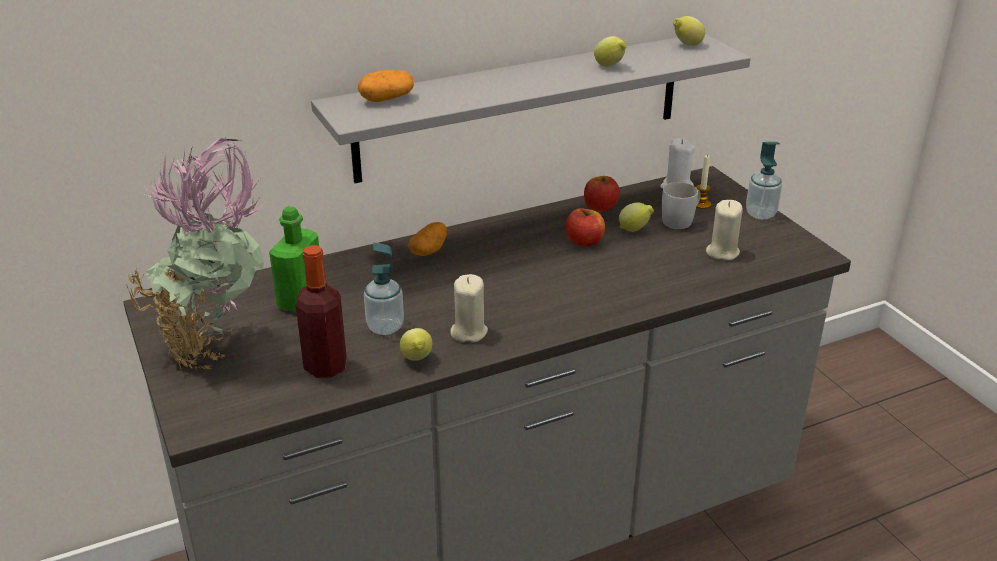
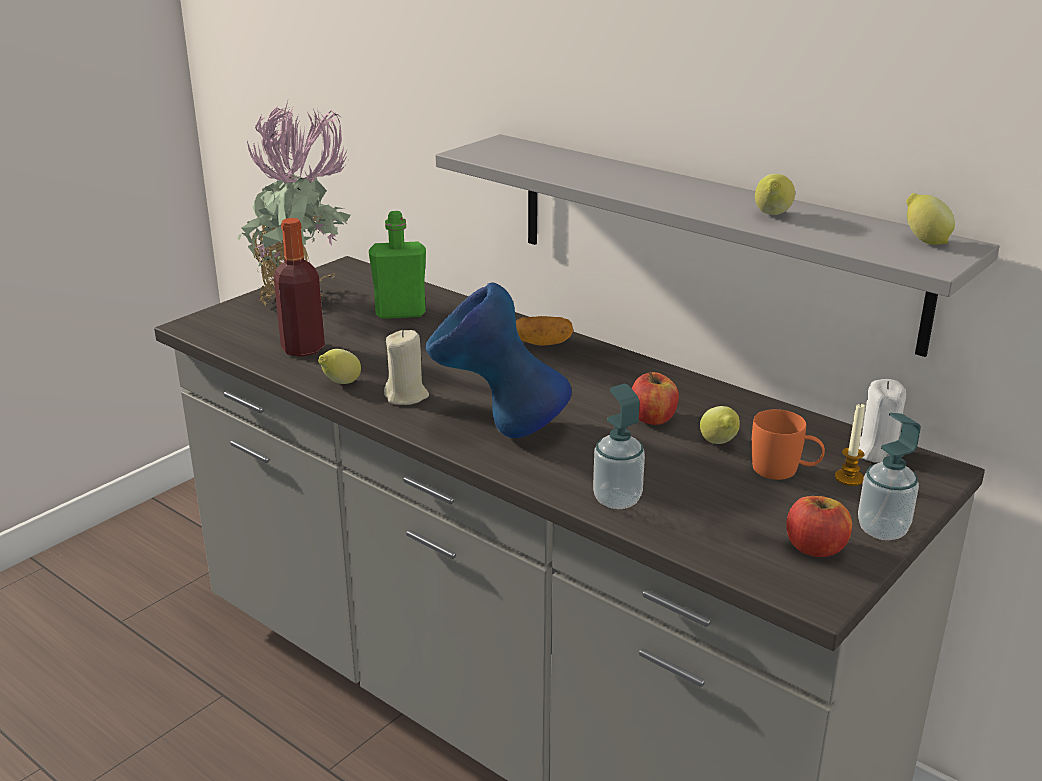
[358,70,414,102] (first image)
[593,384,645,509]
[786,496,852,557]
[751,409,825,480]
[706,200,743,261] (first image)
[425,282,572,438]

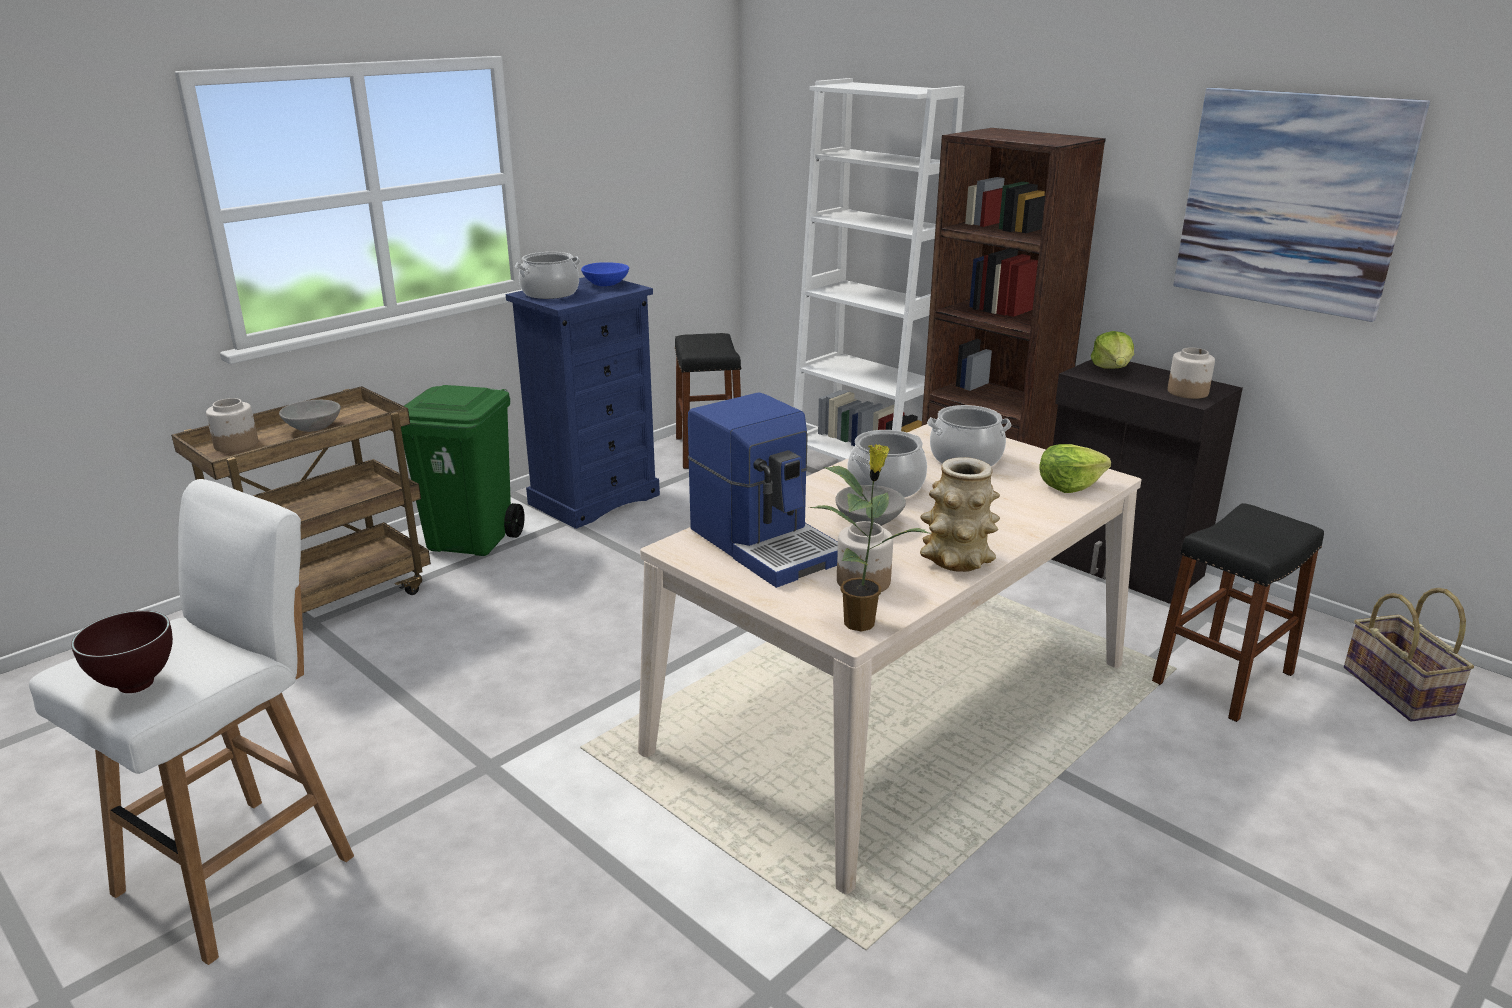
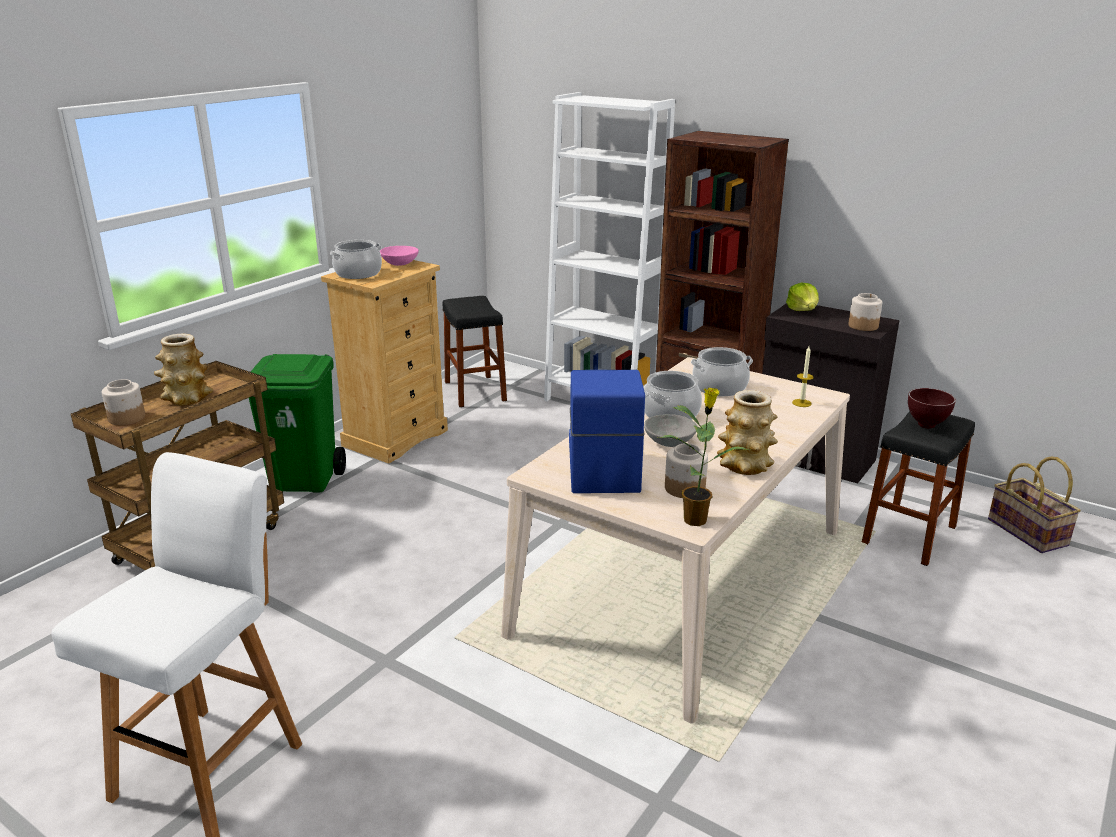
[908,388,956,428]
[154,334,213,406]
[321,257,448,464]
[380,246,419,266]
[569,370,645,493]
[792,347,814,407]
[1173,87,1430,322] (first image)

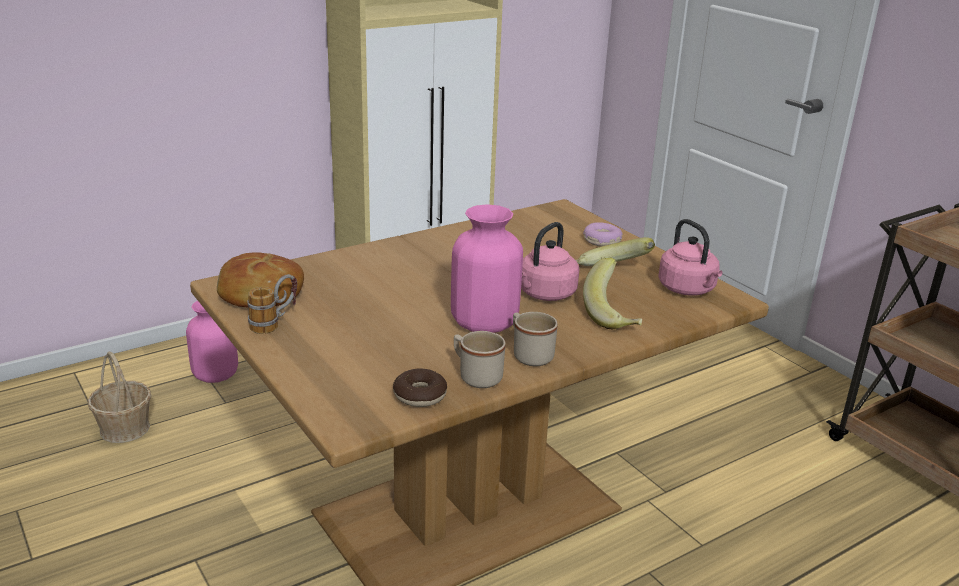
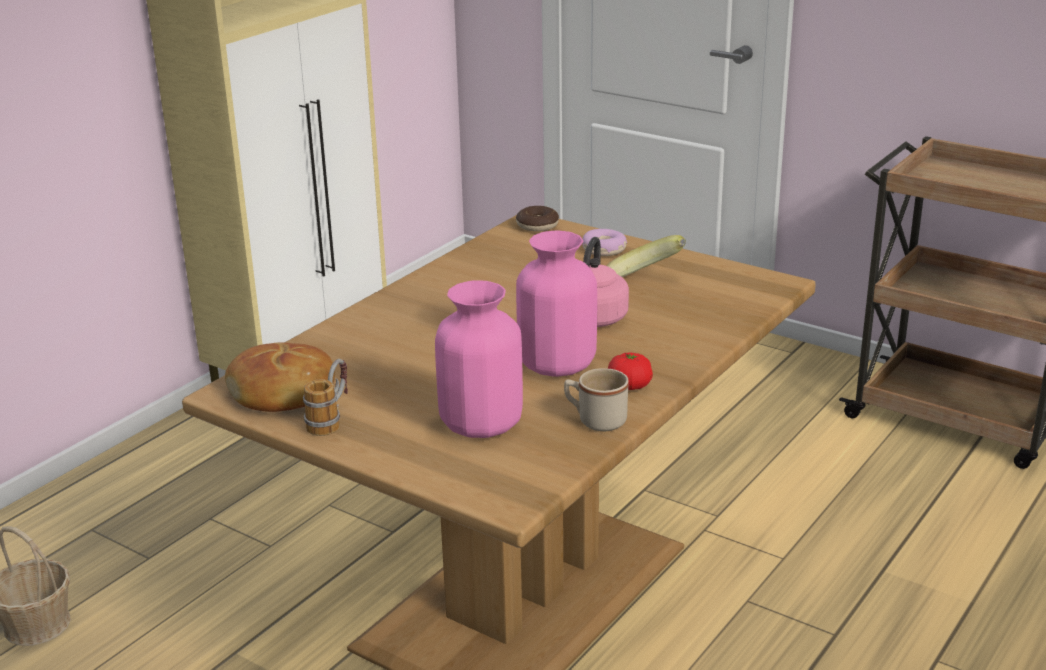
[435,281,523,438]
[516,206,559,232]
[608,353,653,390]
[583,257,642,329] (first image)
[658,219,723,296] (first image)

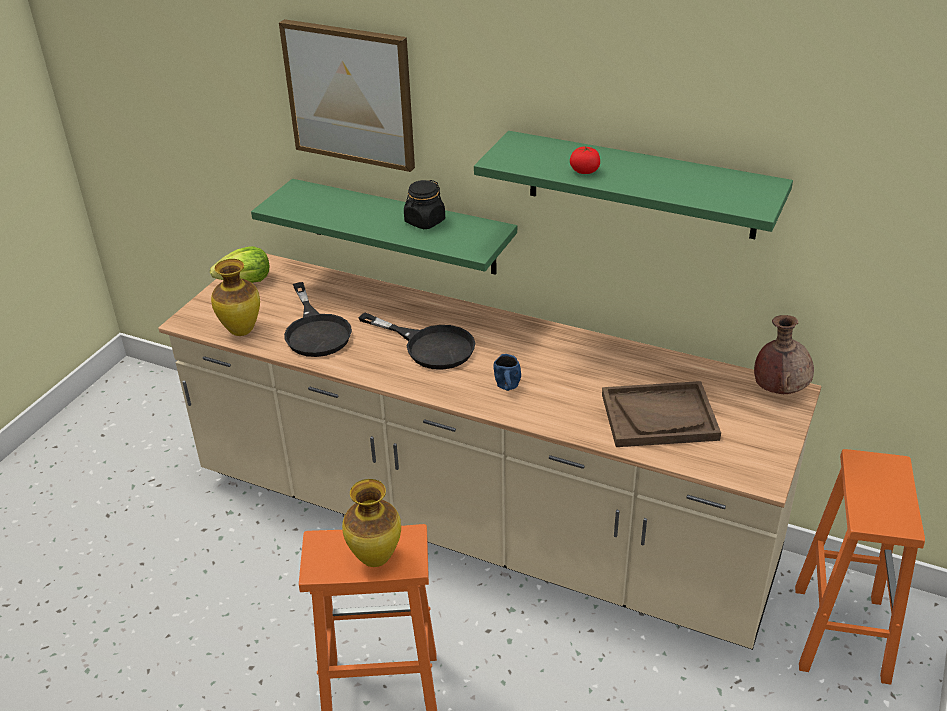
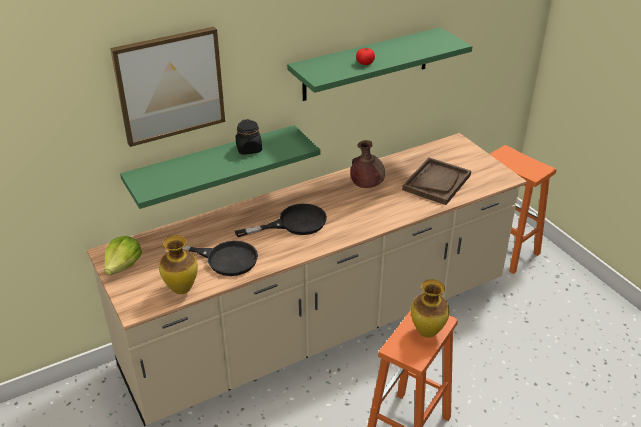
[494,354,521,391] (first image)
[351,140,385,188]

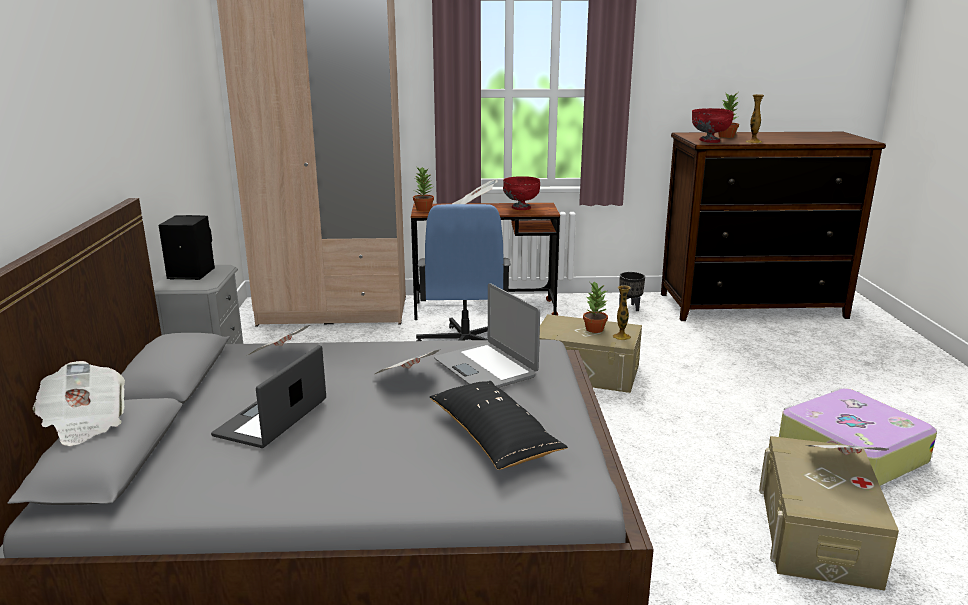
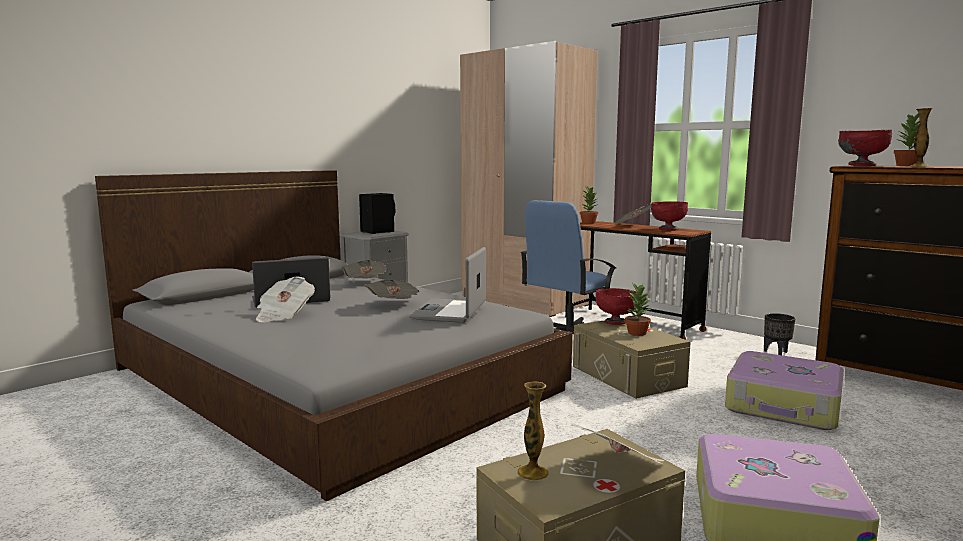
[256,277,315,322]
[429,381,568,470] (first image)
[517,382,549,480]
[596,288,636,325]
[725,351,844,430]

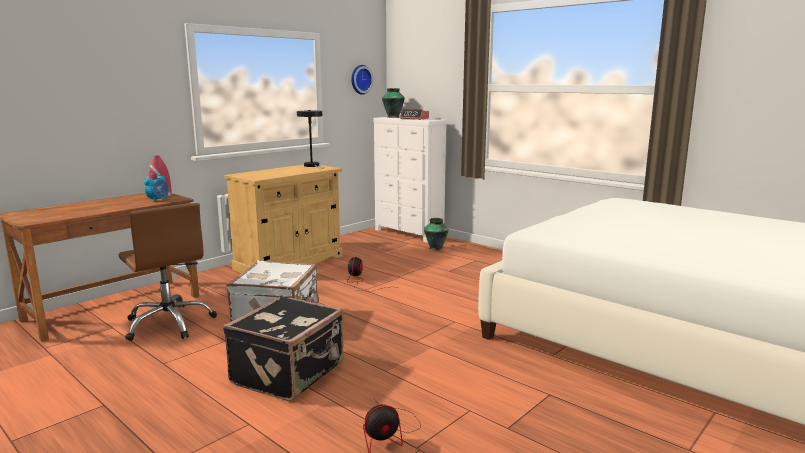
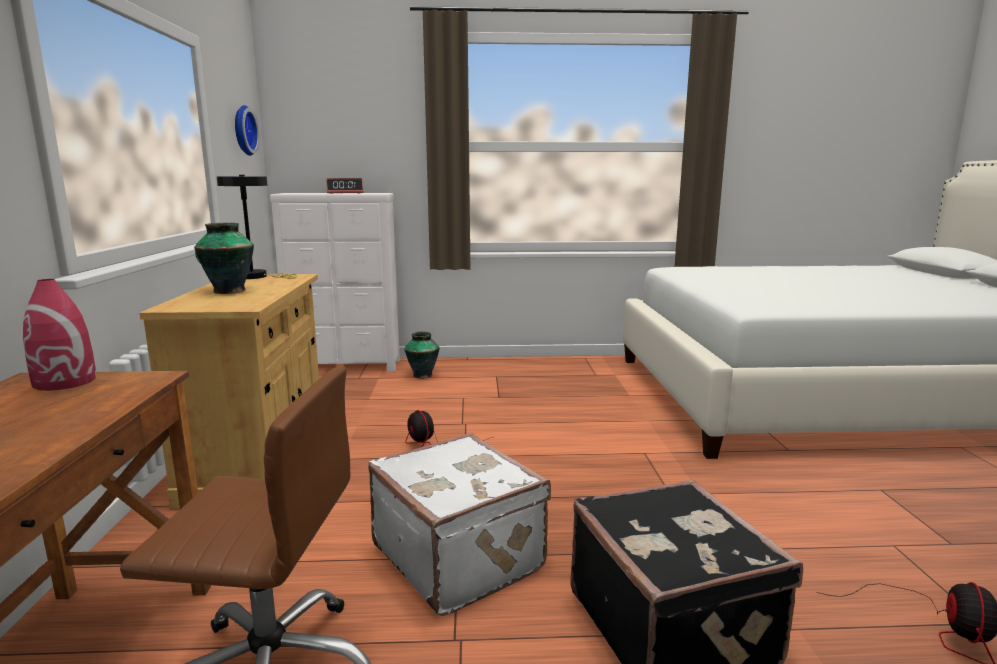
[144,173,168,202] (first image)
[194,223,254,294]

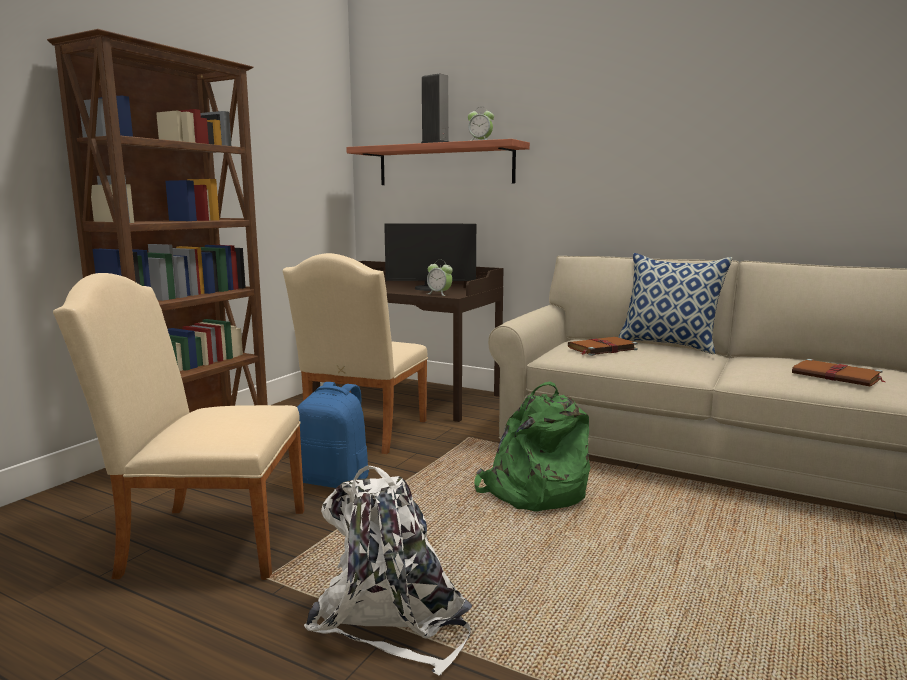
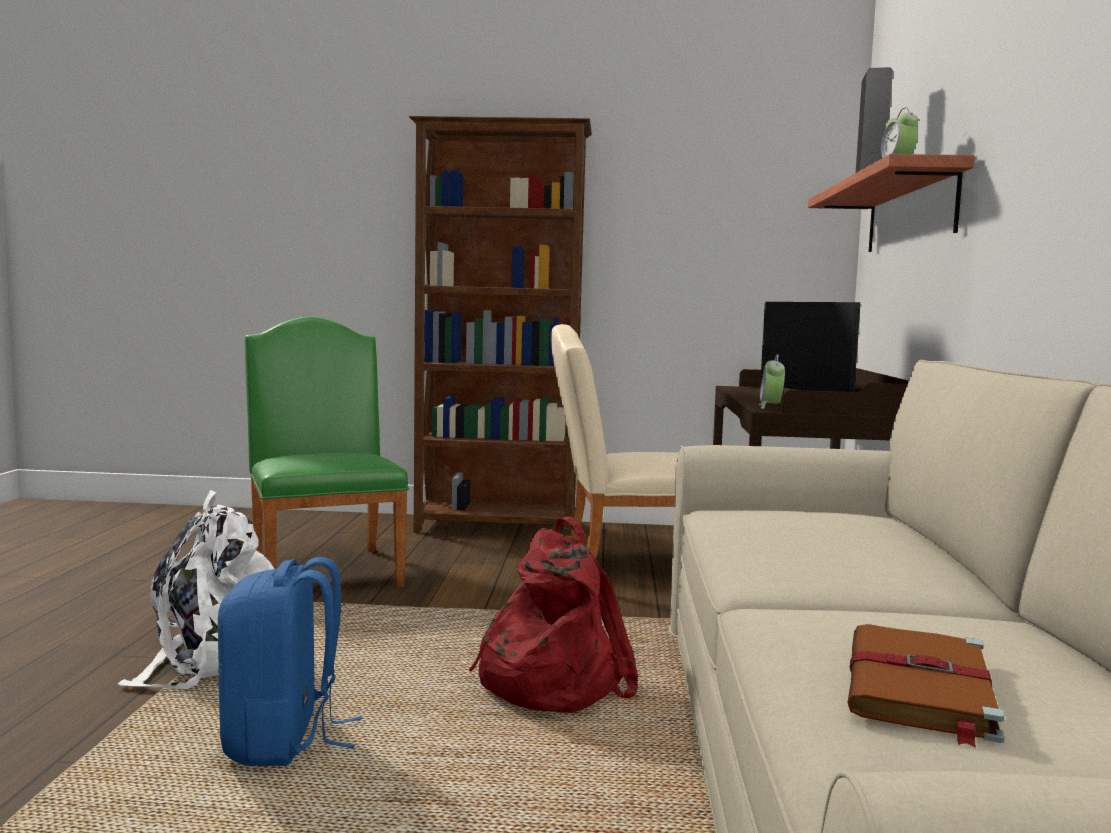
[244,317,409,588]
[218,557,362,766]
[469,517,639,713]
[568,337,638,356] (first image)
[619,253,732,354] (first image)

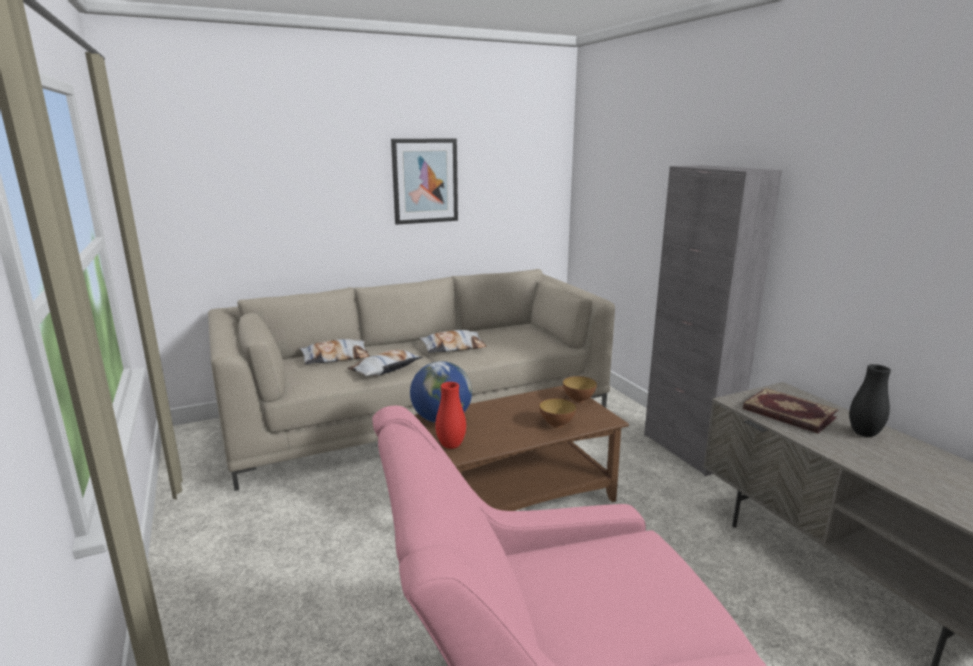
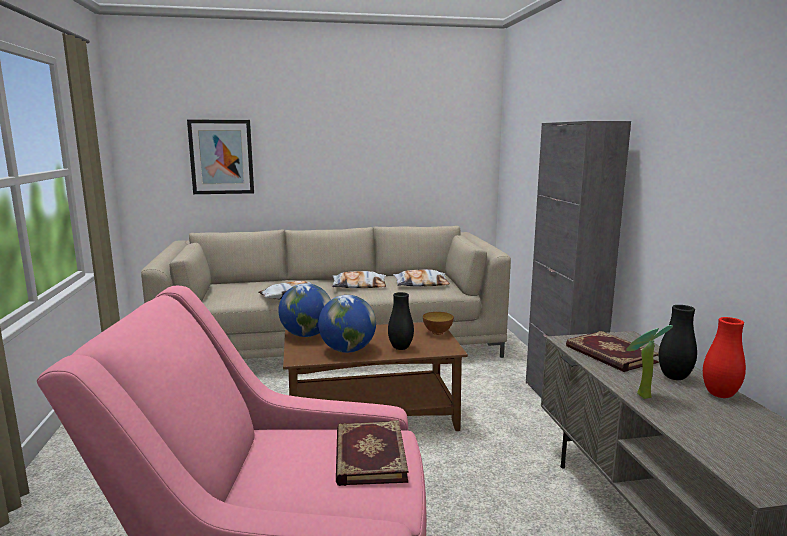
[393,269,450,286]
[187,120,254,194]
[703,317,746,398]
[388,292,414,350]
[318,295,376,353]
[336,420,408,486]
[626,325,673,399]

